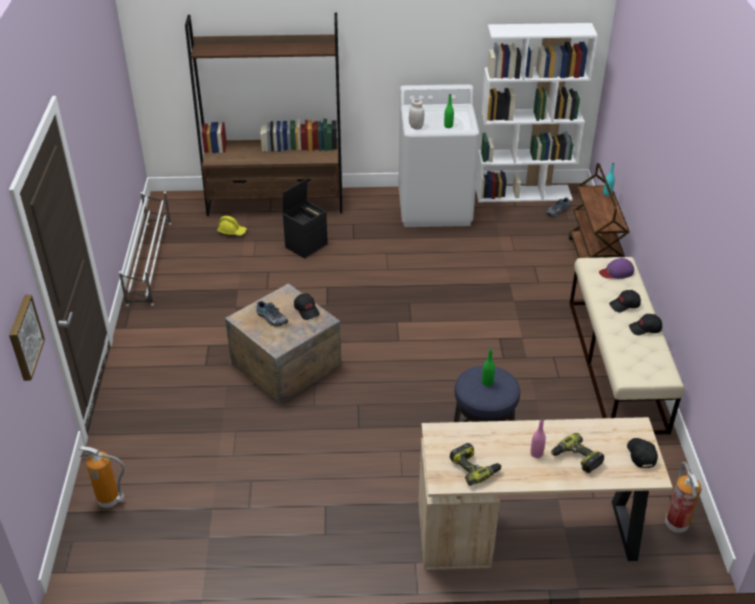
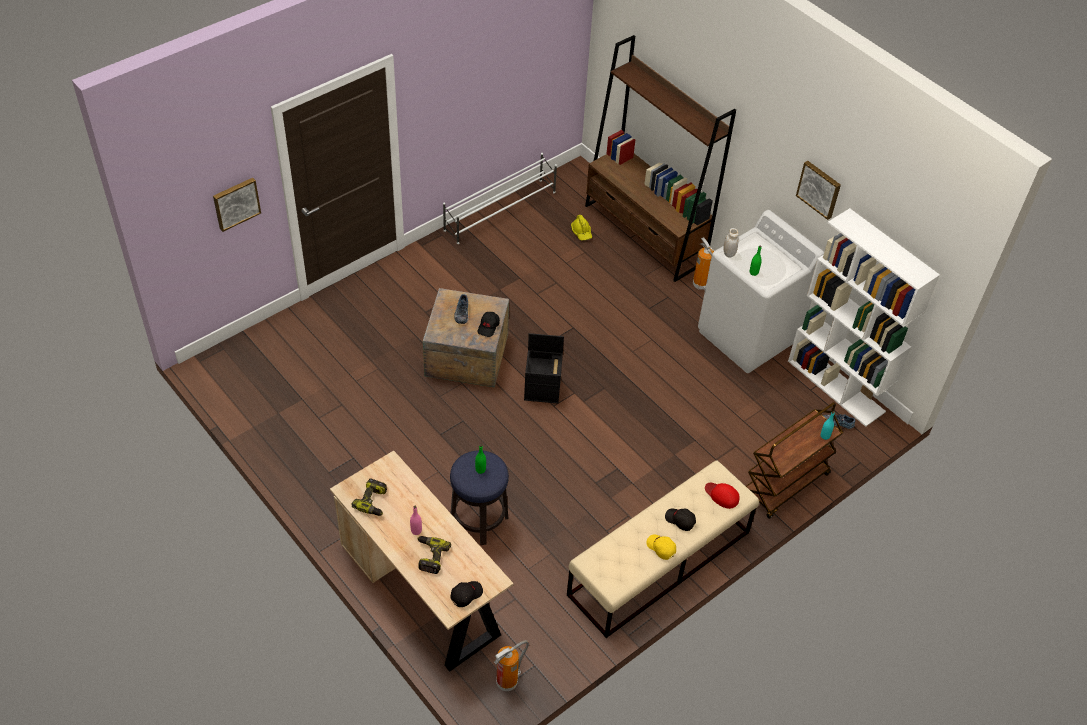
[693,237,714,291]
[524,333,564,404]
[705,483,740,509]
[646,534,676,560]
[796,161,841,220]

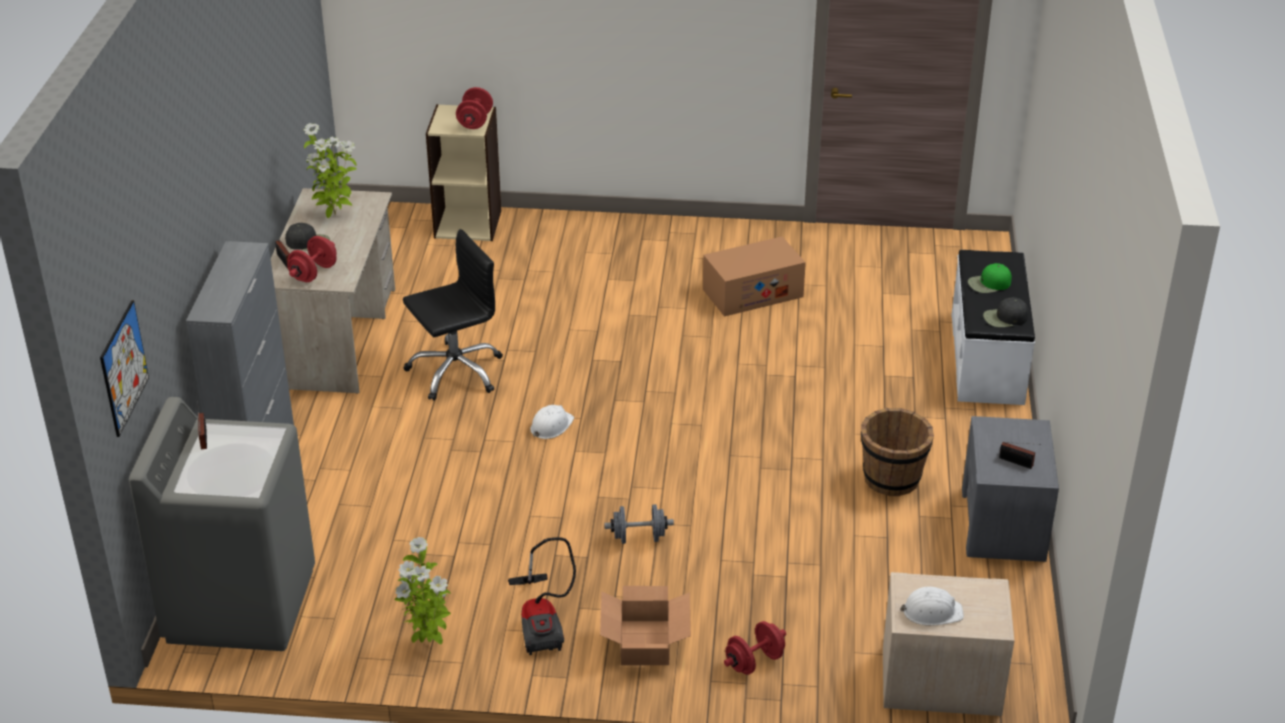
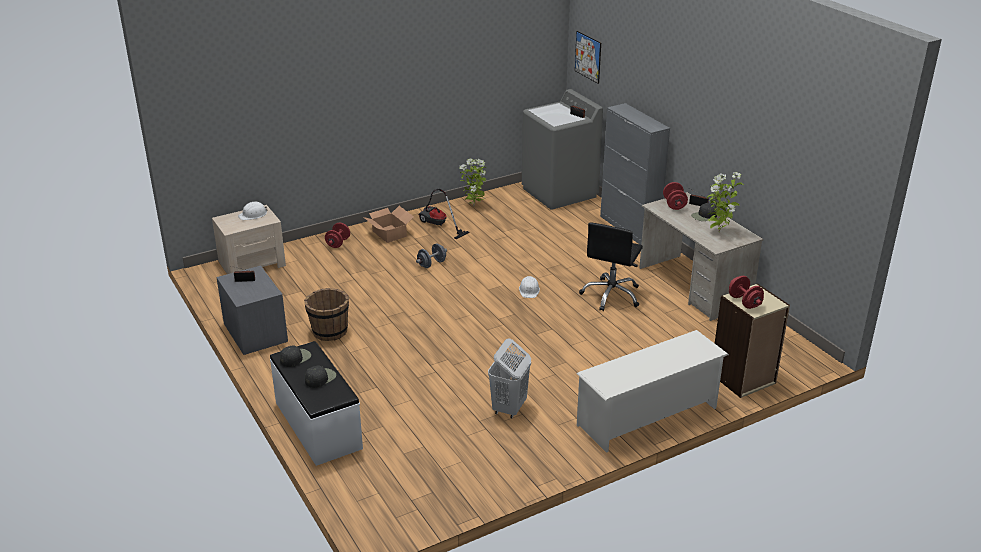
[488,339,531,419]
[305,366,336,388]
[576,330,729,453]

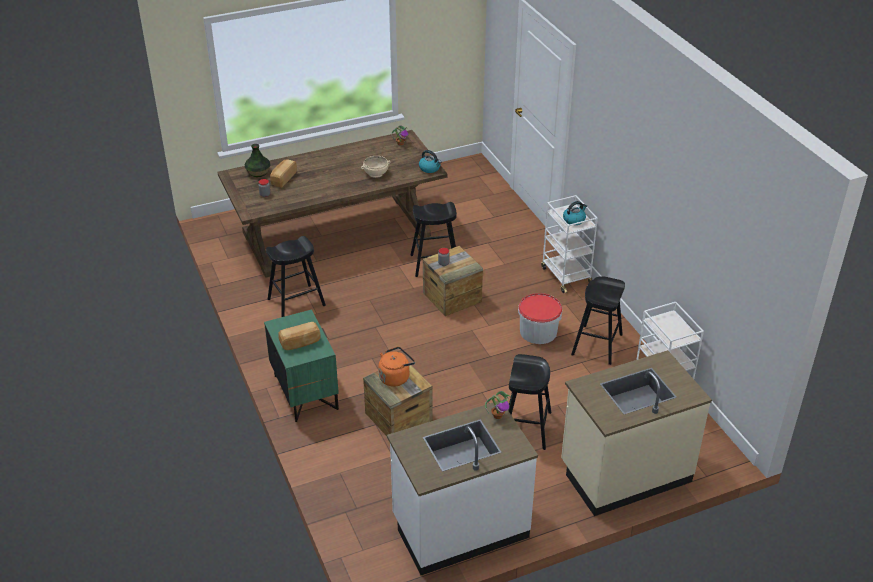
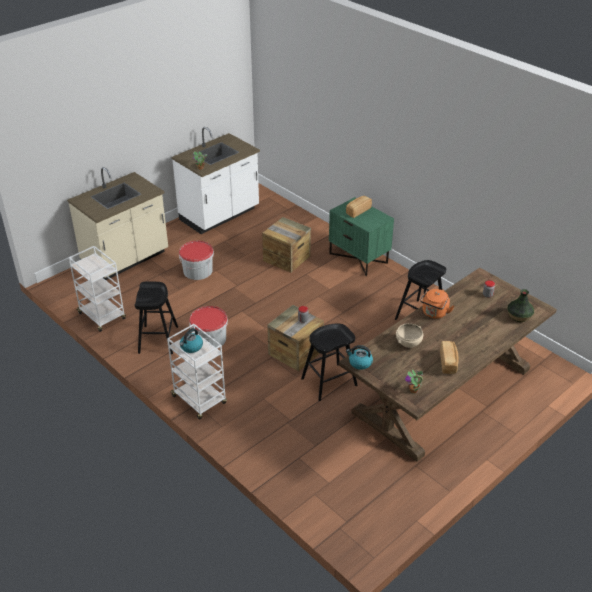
[440,341,458,374]
[420,289,454,319]
[179,241,214,280]

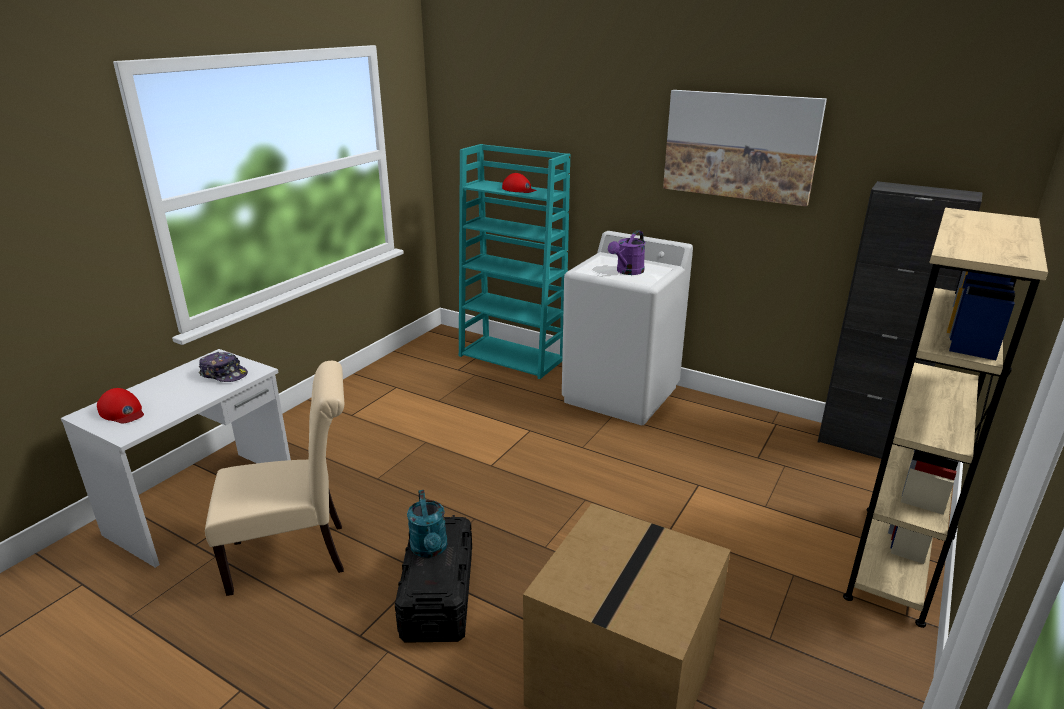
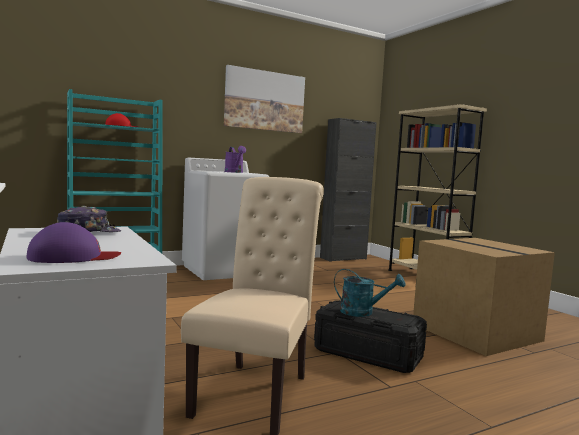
[26,222,121,263]

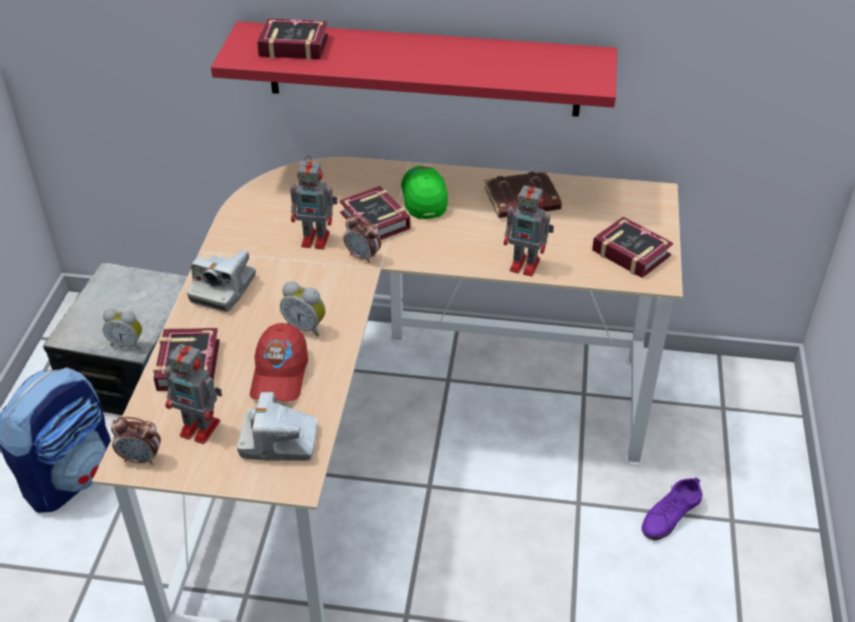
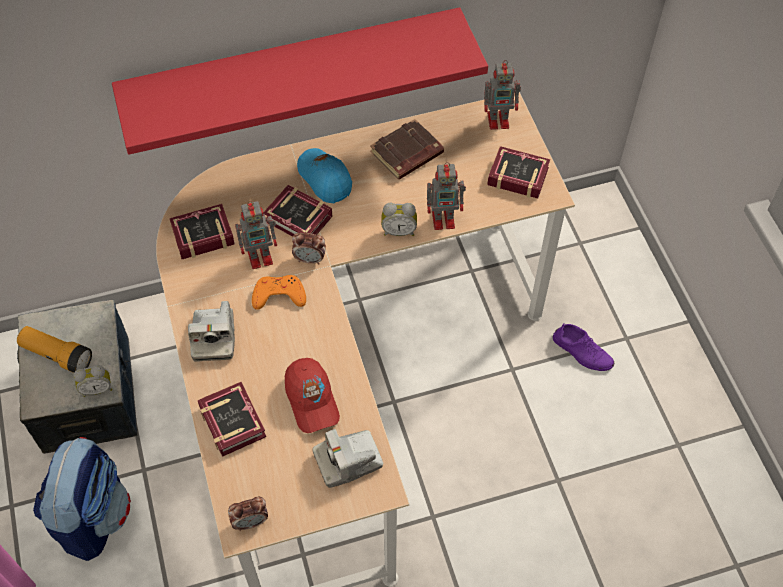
[484,60,521,130]
[169,204,235,259]
[381,203,417,236]
[297,148,352,203]
[553,323,614,371]
[17,326,92,373]
[252,275,306,310]

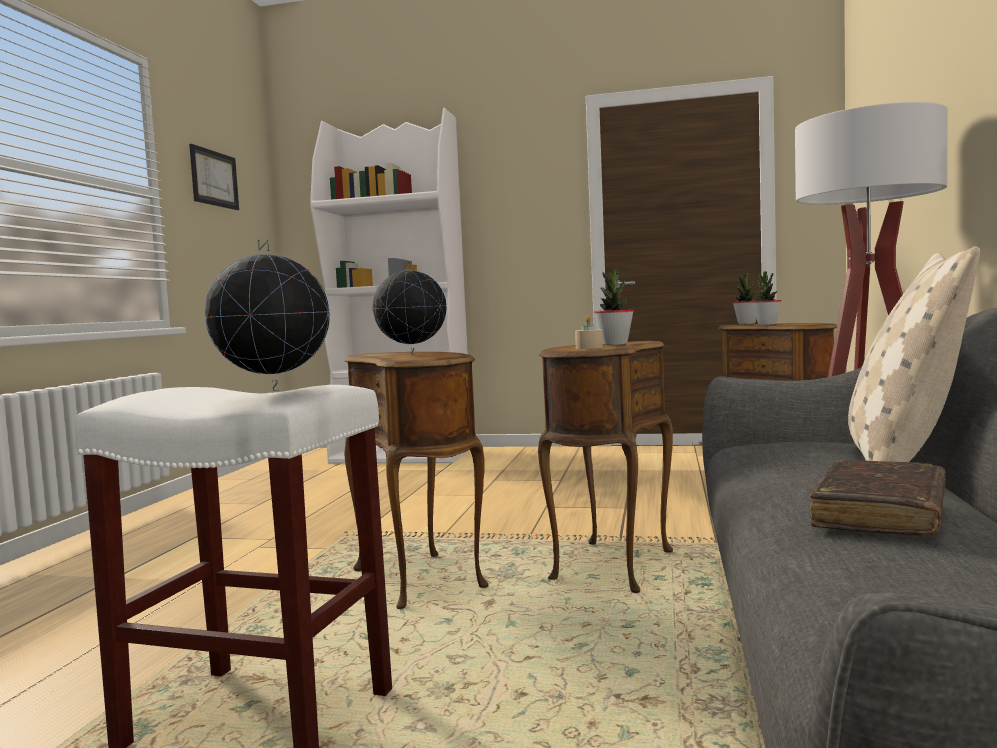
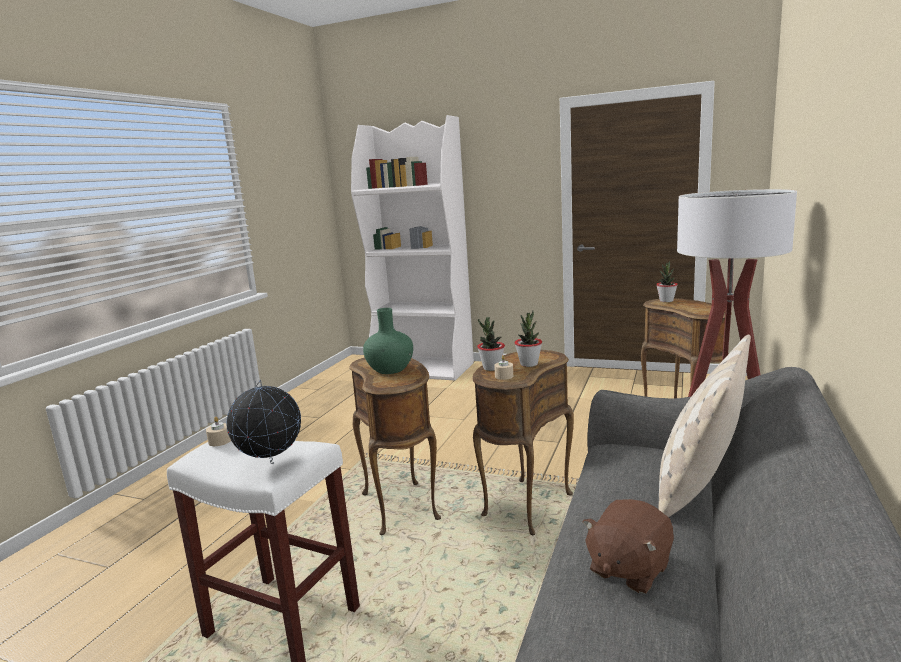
[189,144,239,210] (first image)
[363,308,413,374]
[477,317,505,371]
[582,499,674,594]
[206,416,231,446]

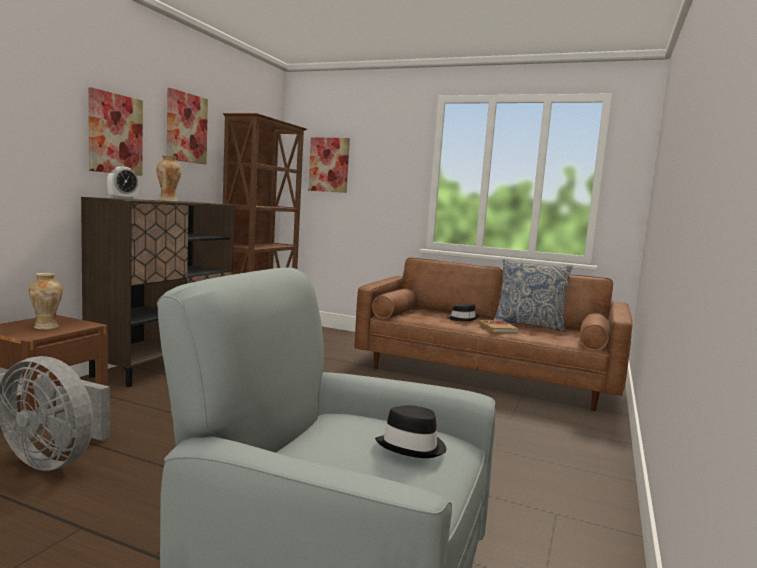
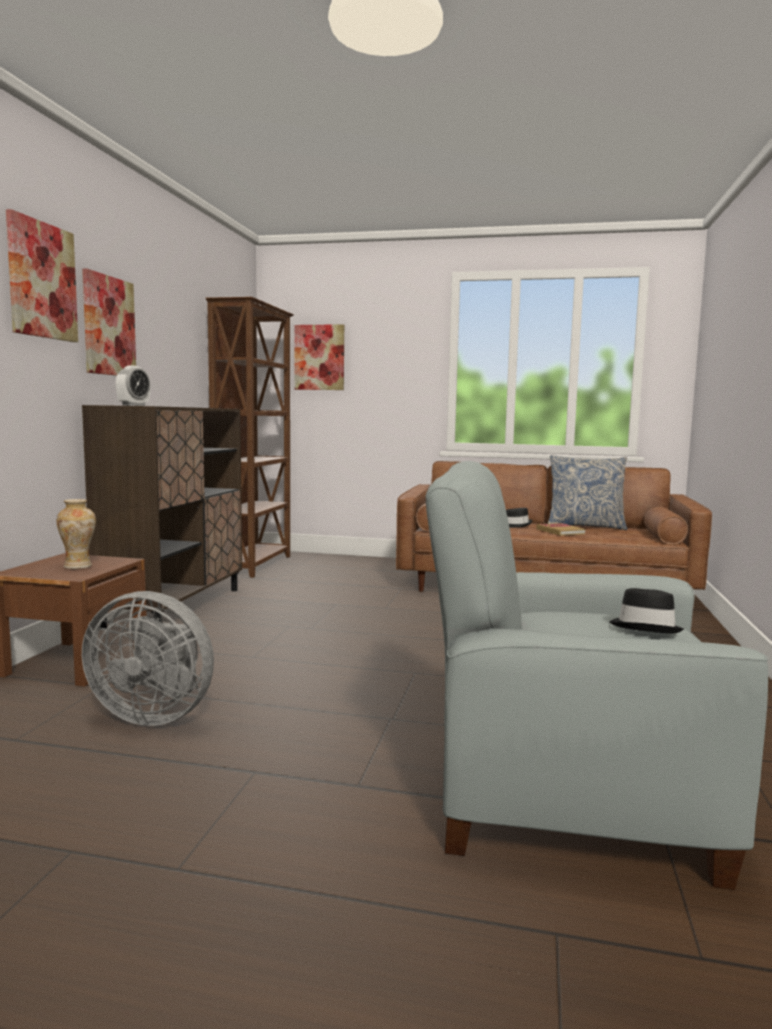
[156,155,182,202] (first image)
[6,209,78,342]

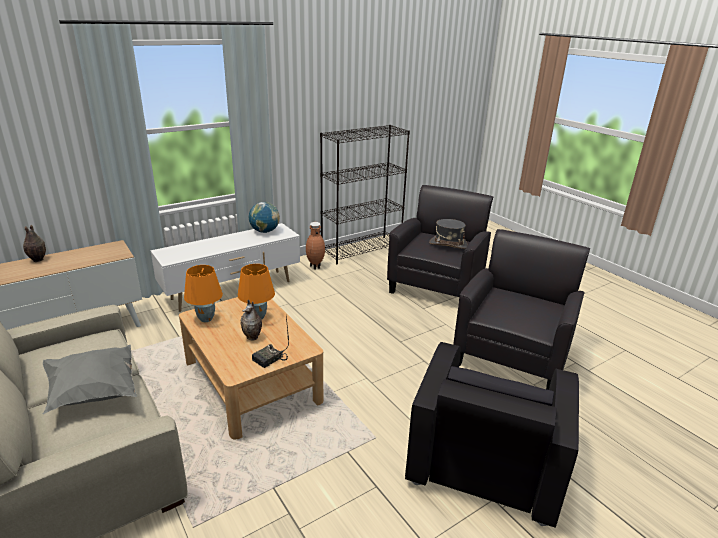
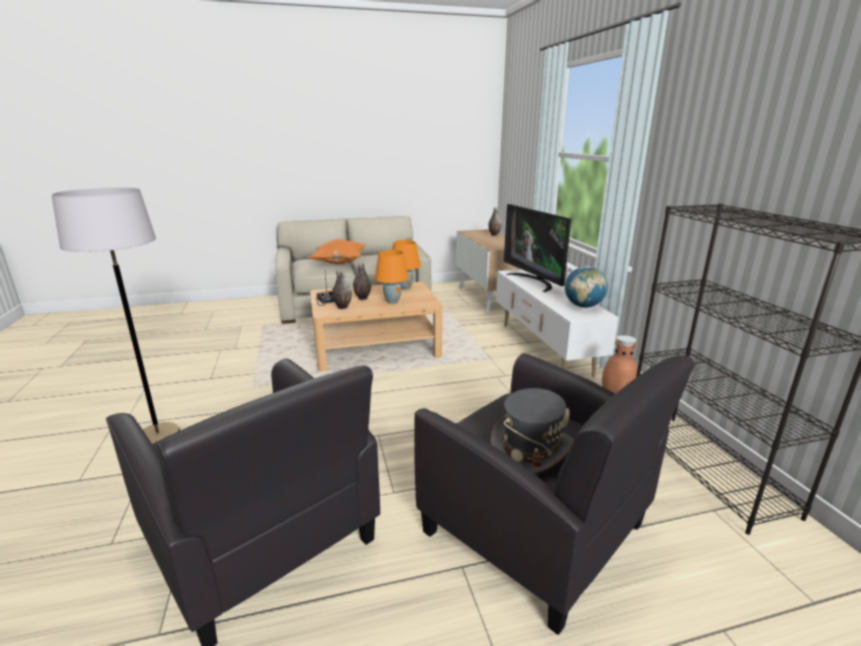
[306,239,366,264]
[51,187,180,444]
[332,270,352,309]
[504,204,571,292]

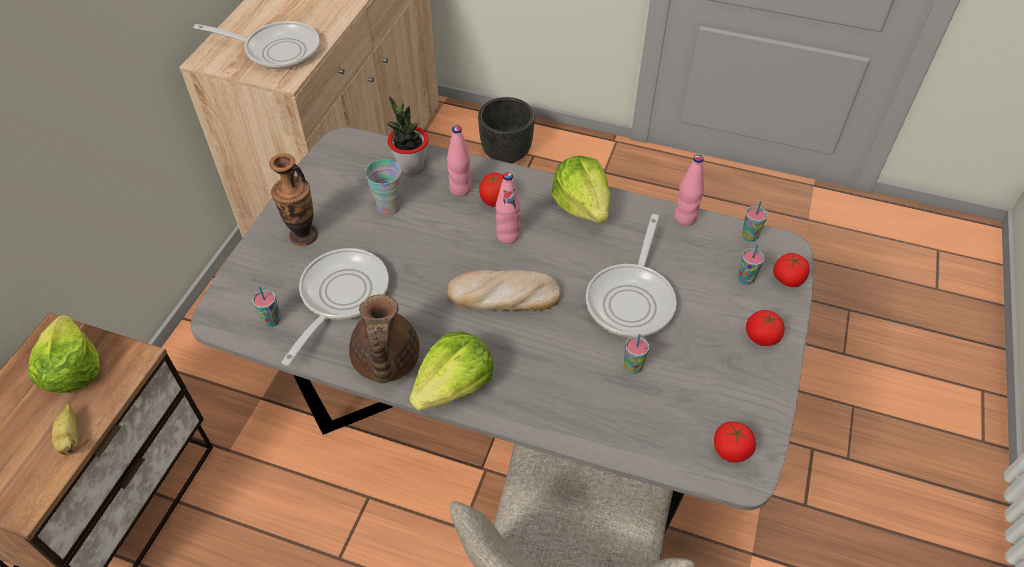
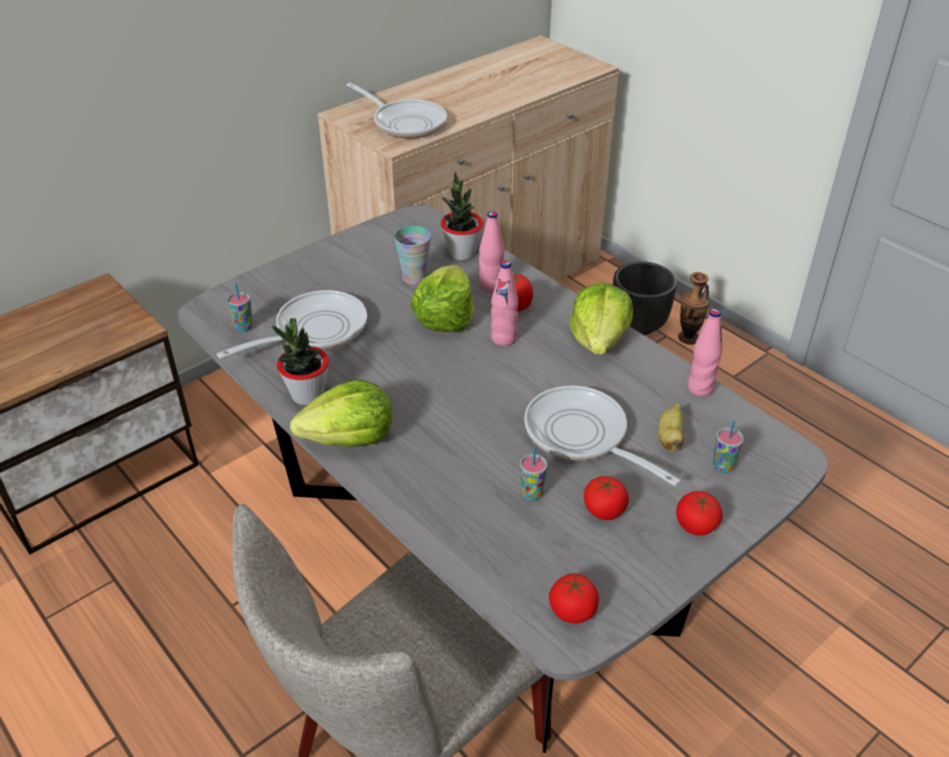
[410,265,474,332]
[658,403,684,452]
[678,272,710,345]
[272,318,329,405]
[447,270,561,311] (first image)
[524,385,680,486]
[742,201,768,242] (first image)
[584,476,629,520]

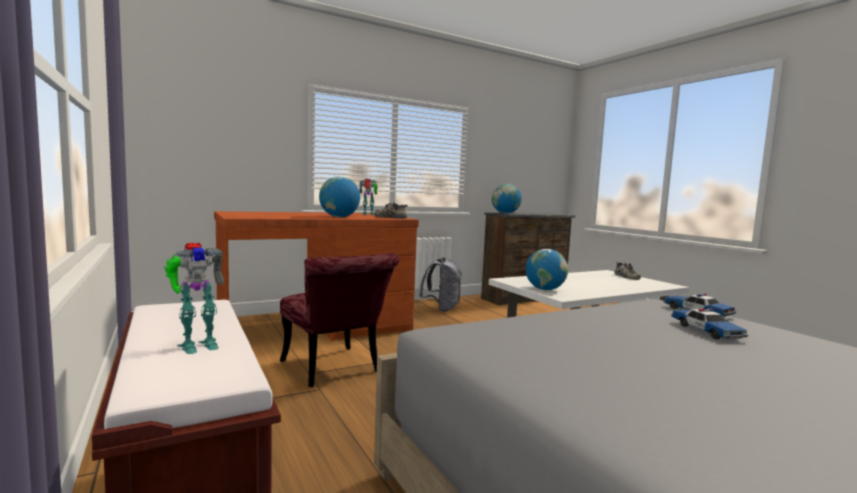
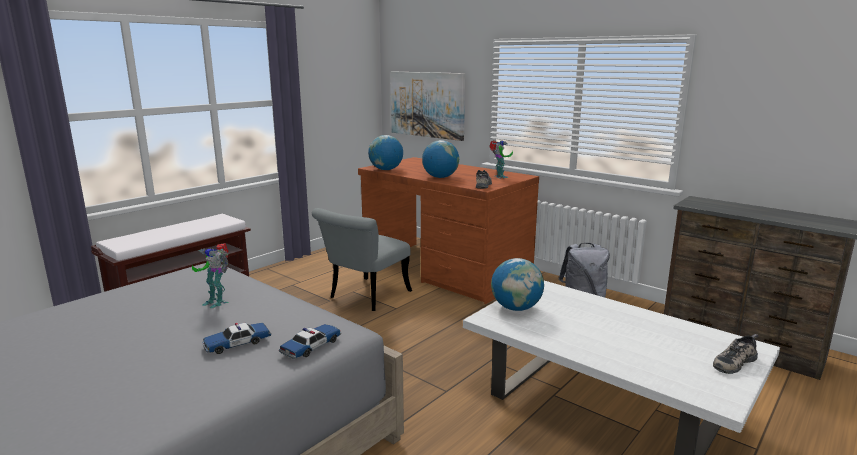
[192,243,229,308]
[312,208,412,311]
[368,135,403,170]
[390,71,465,141]

